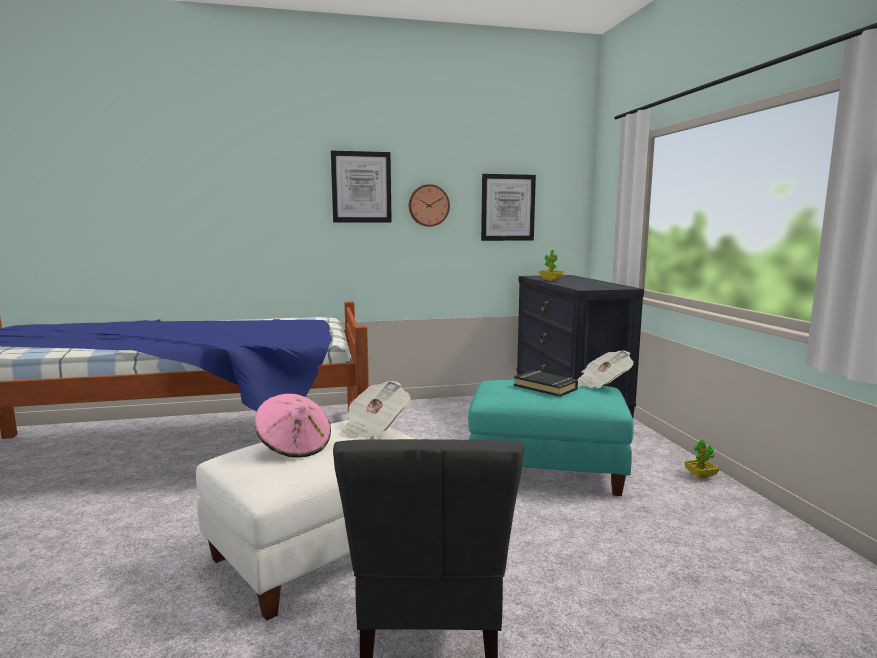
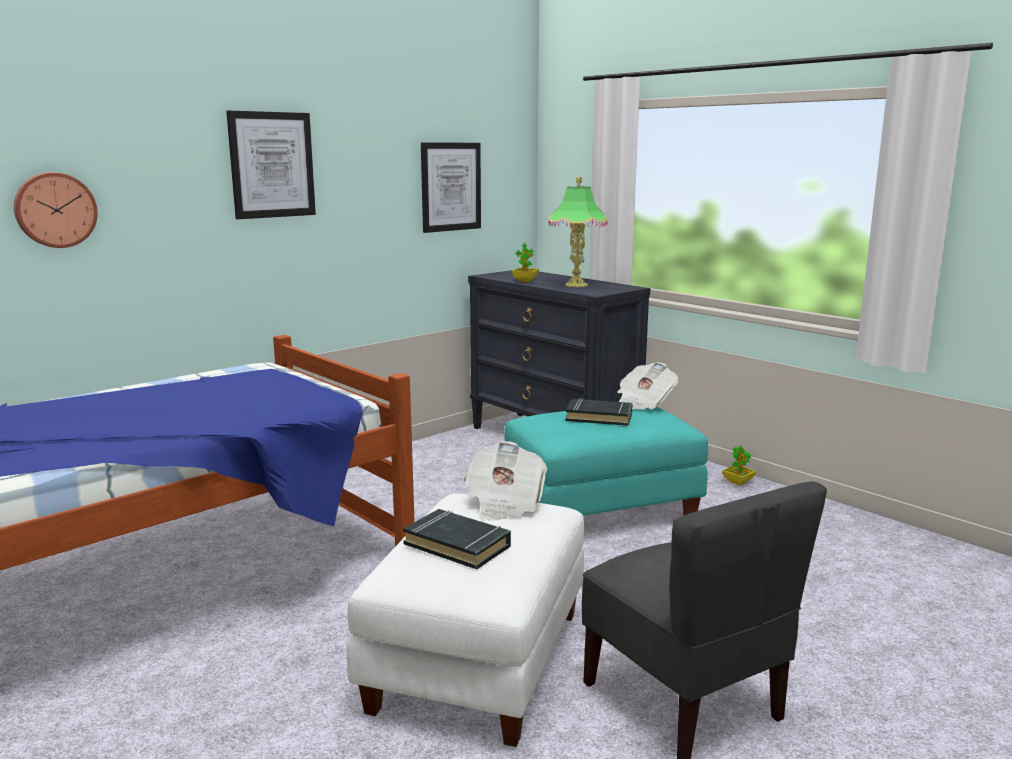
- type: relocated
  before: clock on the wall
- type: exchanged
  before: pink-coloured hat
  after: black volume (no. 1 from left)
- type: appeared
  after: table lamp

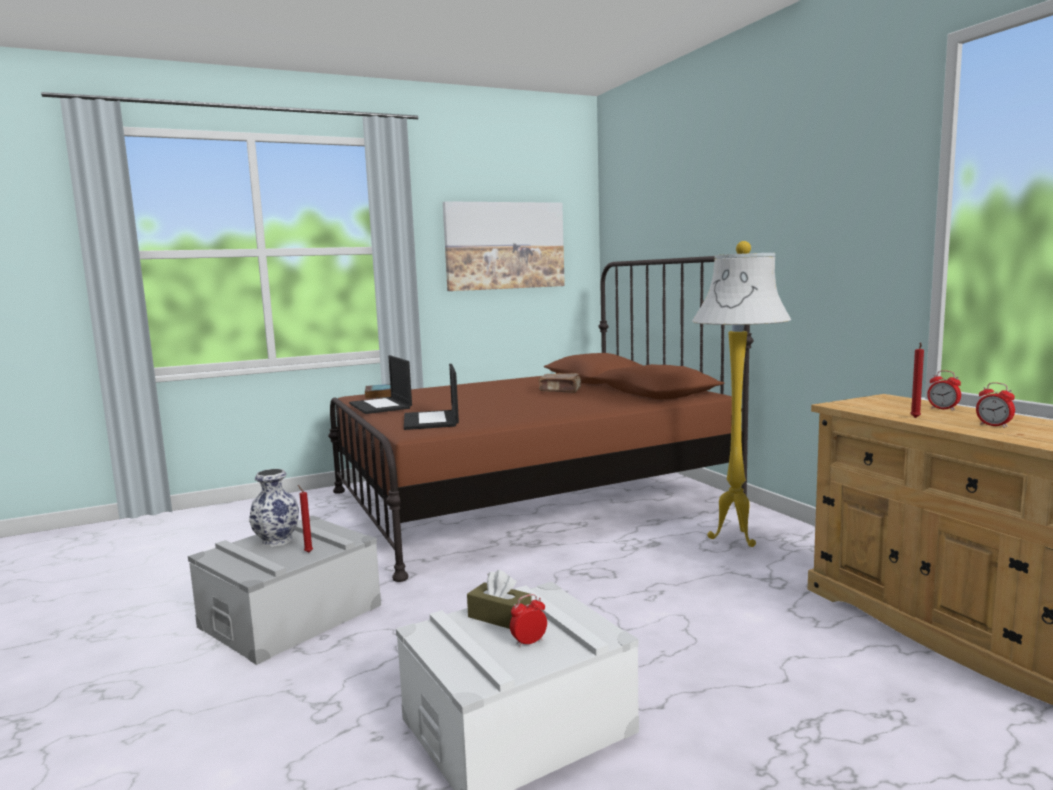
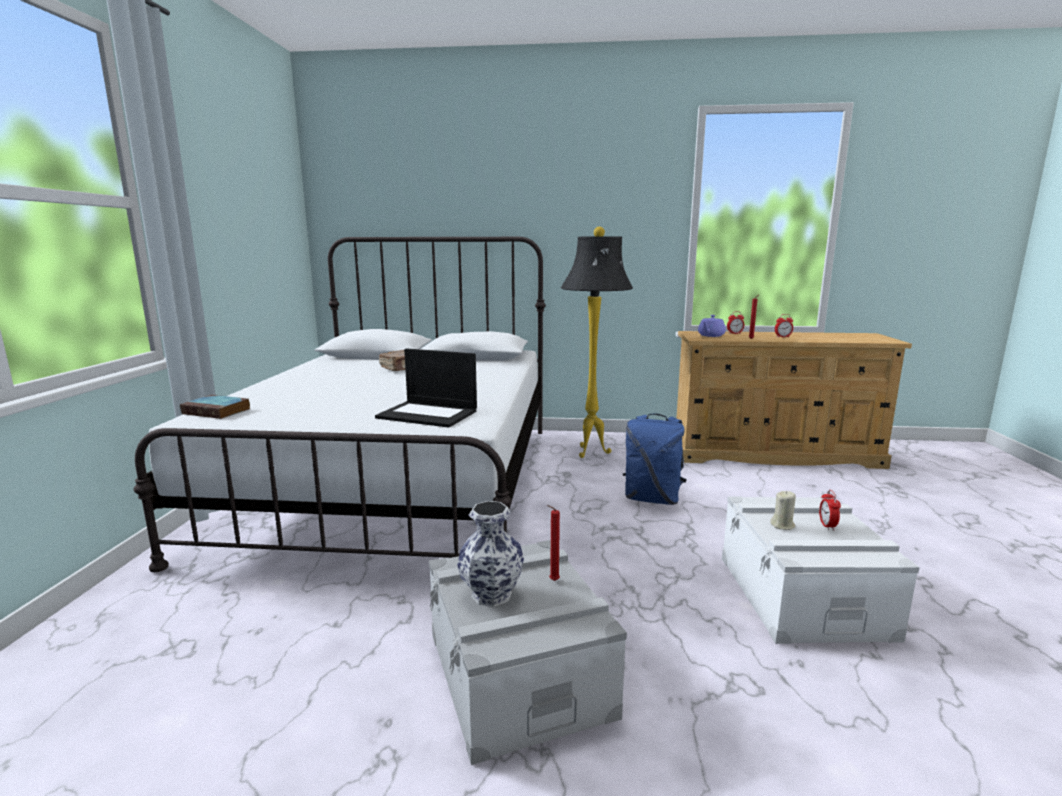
- type: missing
  before: wall art
- type: colour
  before: whitish standing lamp
  after: black standing lamp
- type: colour
  before: brown-coloured sleeping bed
  after: whitish sleeping bed
- type: missing
  before: portable computer (no. 1 from left)
- type: exchanged
  before: brown-coloured box of tissues
  after: sand-coloured wax light
- type: appeared
  after: purple pot for tea
- type: appeared
  after: blue-coloured backpack

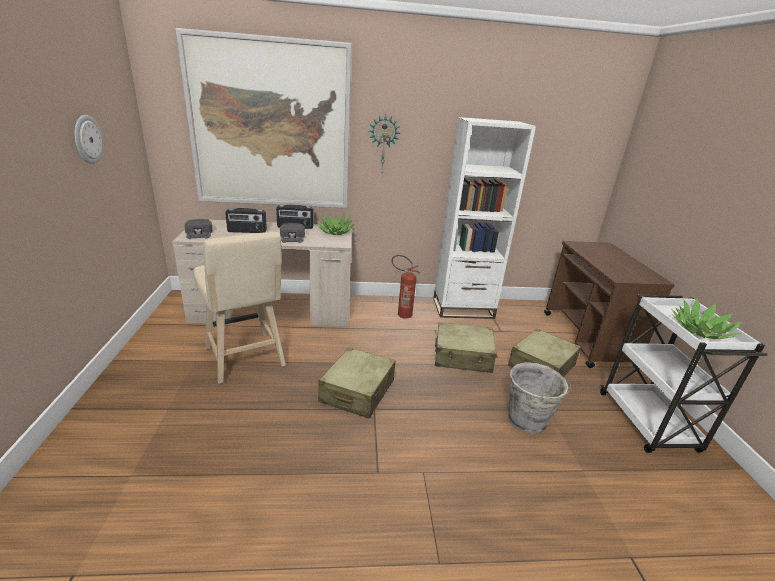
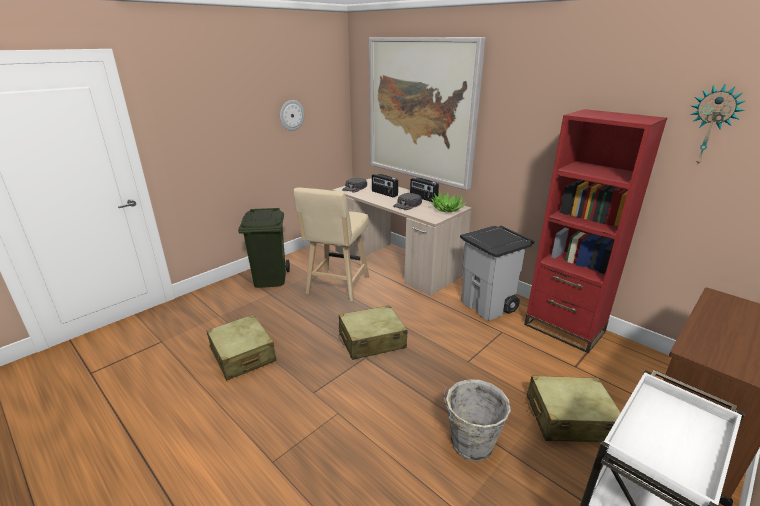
- type: relocated
  before: clock on the wall (no. 2 from left)
- type: colour
  before: whitish bookshelf
  after: reddish bookshelf
- type: exchanged
  before: extinguisher
  after: greyish trash can
- type: missing
  before: potted plant (no. 2 from left)
- type: relocated
  before: sand-coloured travel case (no. 2 from left in the first image)
  after: sand-coloured travel case (no. 1 from left)
- type: appeared
  after: green-coloured trash can

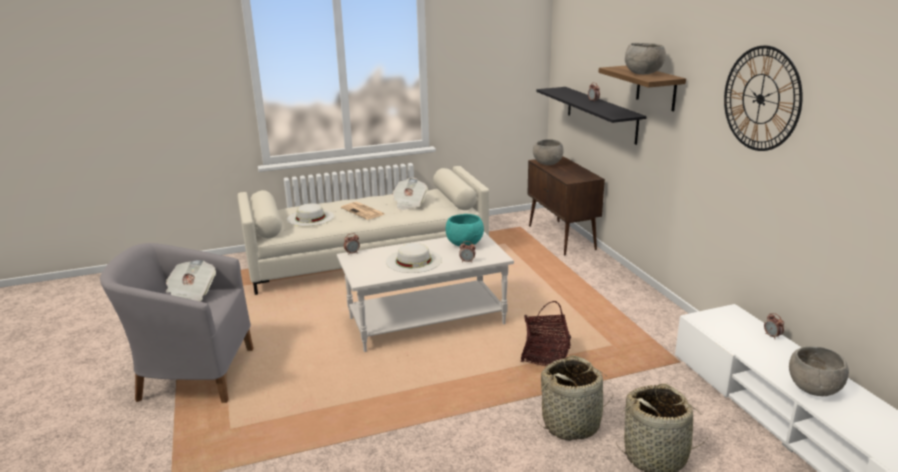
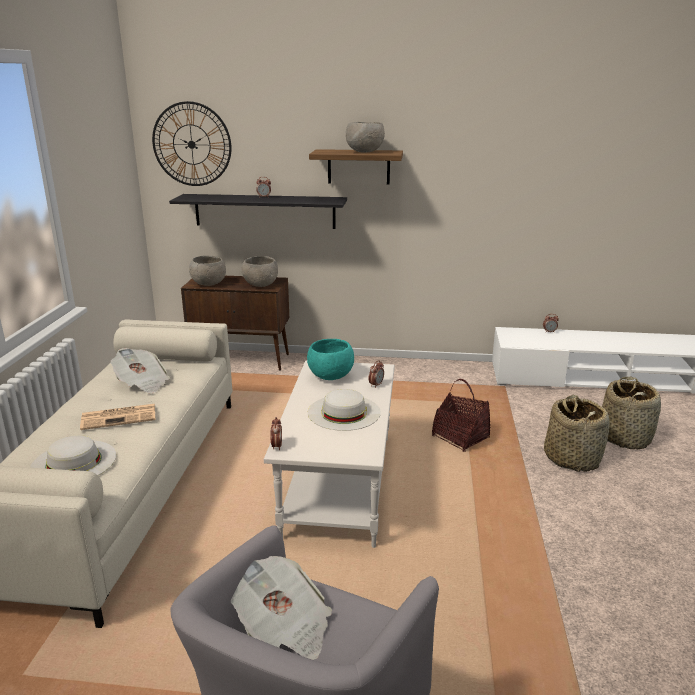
- type: relocated
  before: clock on the wall
- type: relocated
  before: greyish deep dish (no. 3 from left in the first image)
  after: greyish deep dish (no. 2 from left)

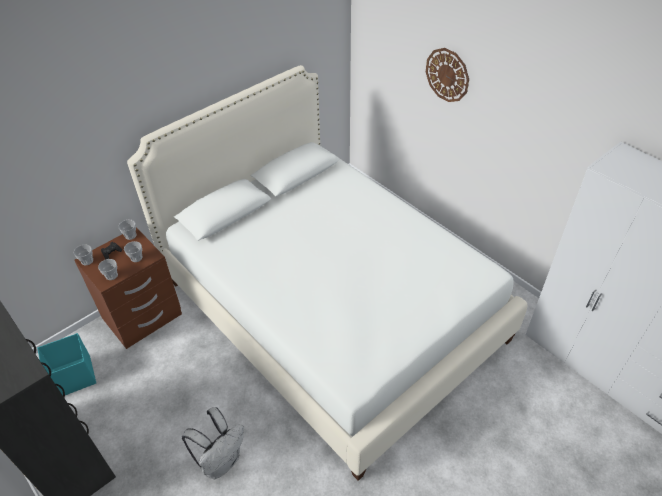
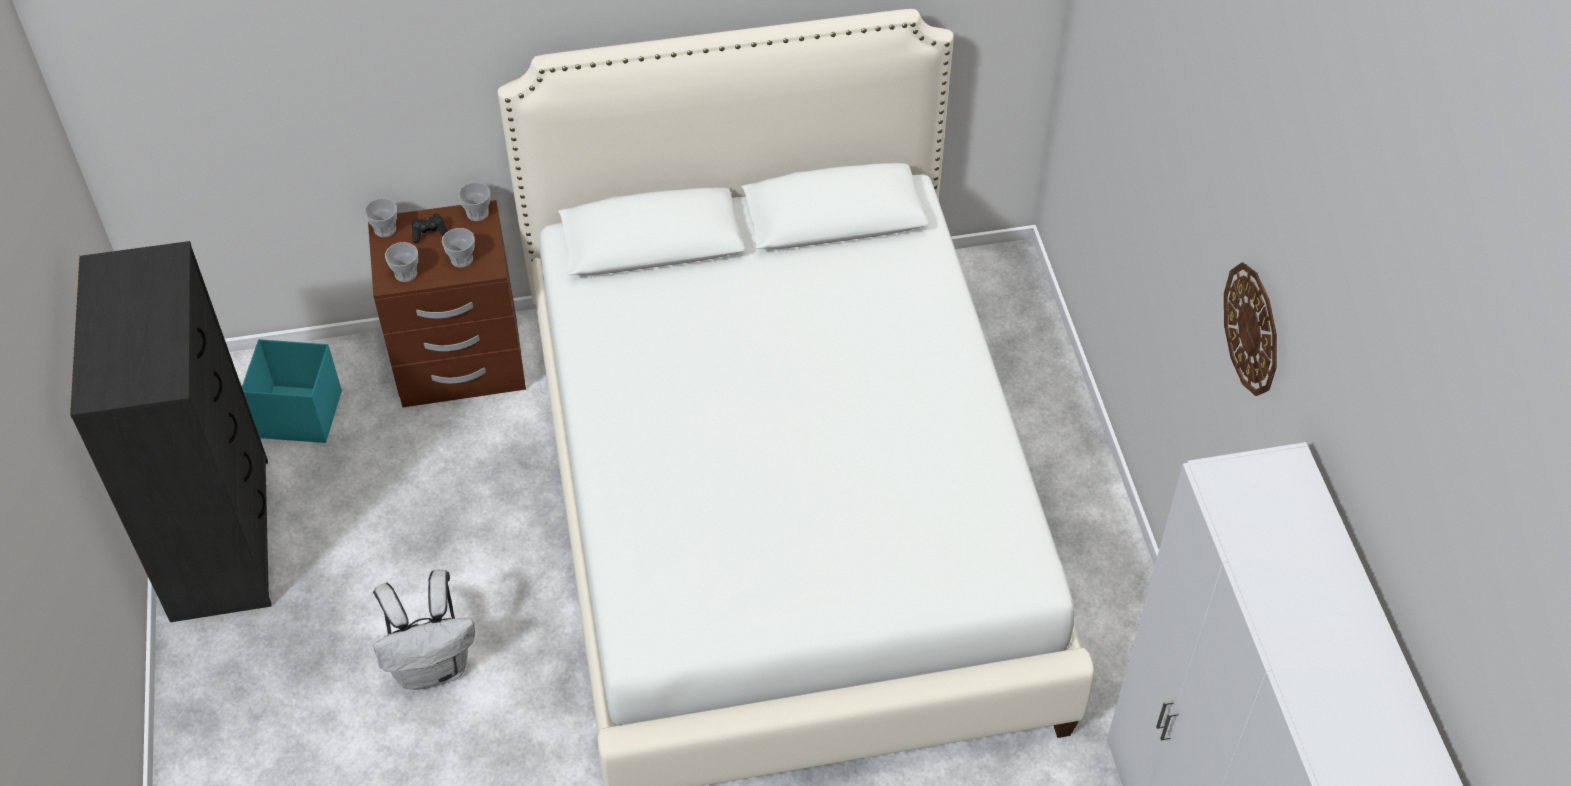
- type: relocated
  before: clock on the wall

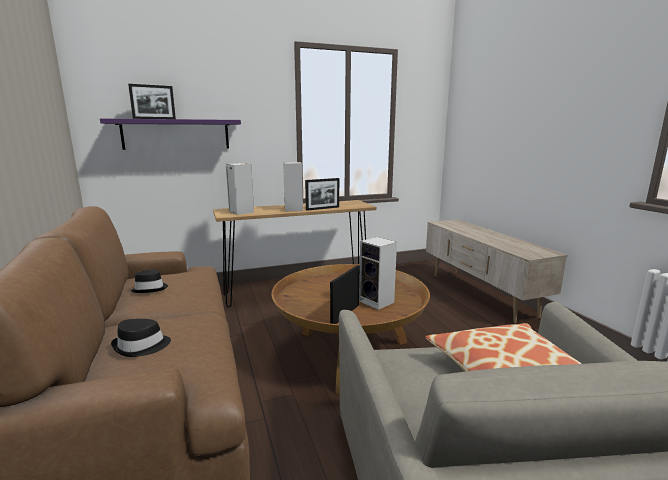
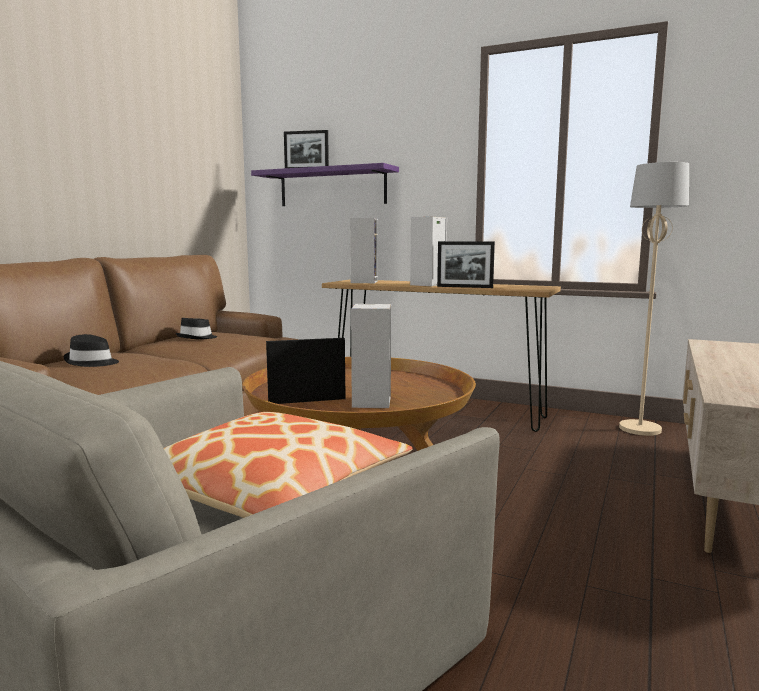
- type: appeared
  after: sand-coloured standing lamp

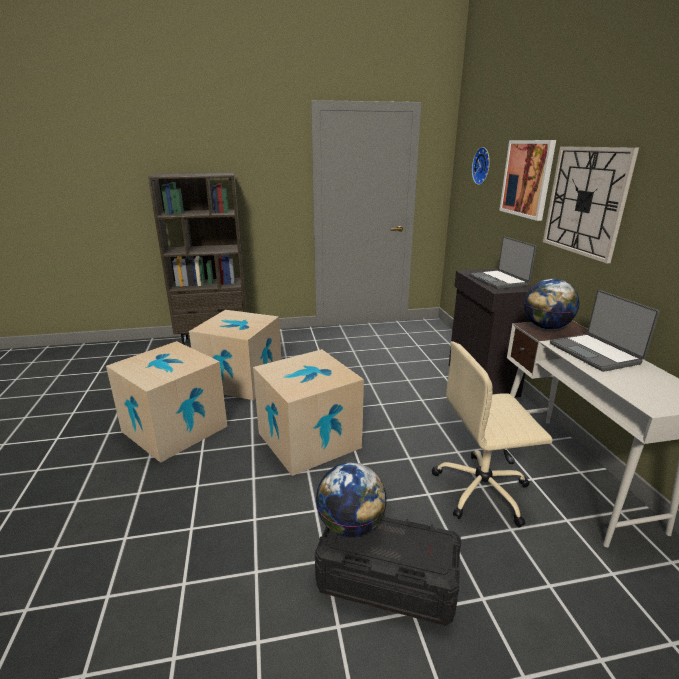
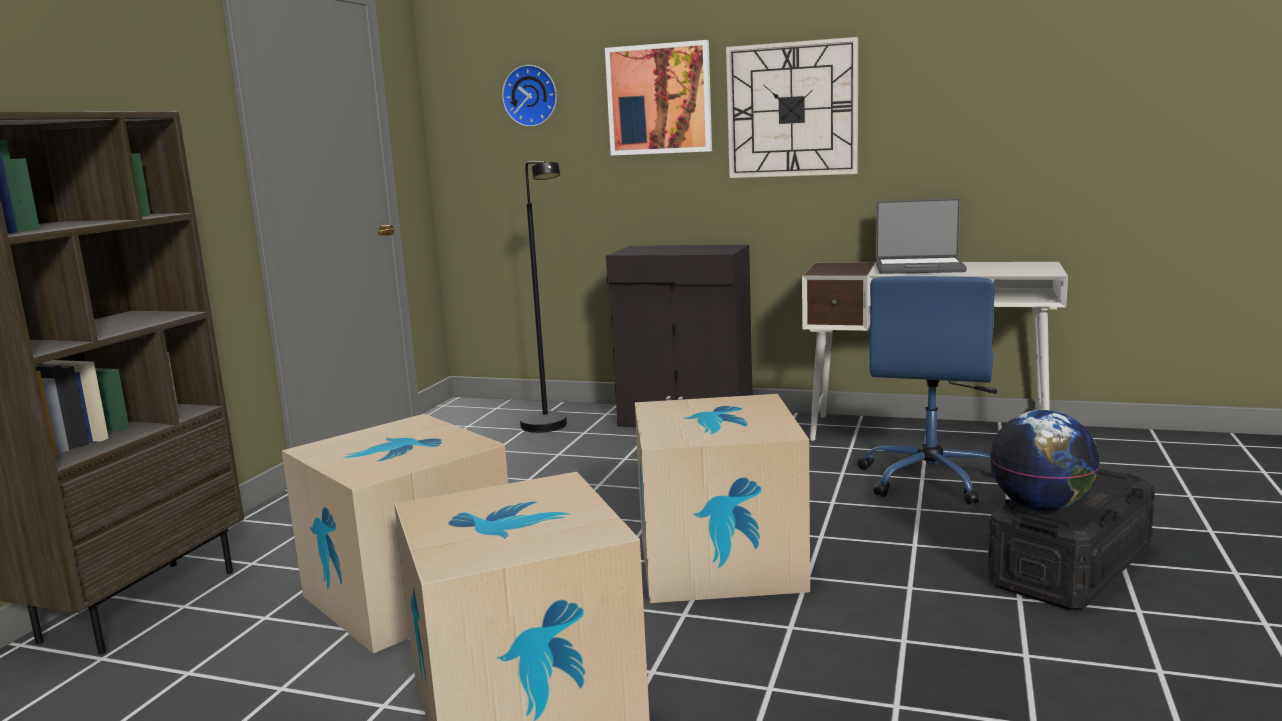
- type: missing
  before: portable computer (no. 1 from left)
- type: missing
  before: globe (no. 2 from left)
- type: colour
  before: sand-coloured desk chair
  after: blue-coloured desk chair
- type: appeared
  after: black standing lamp

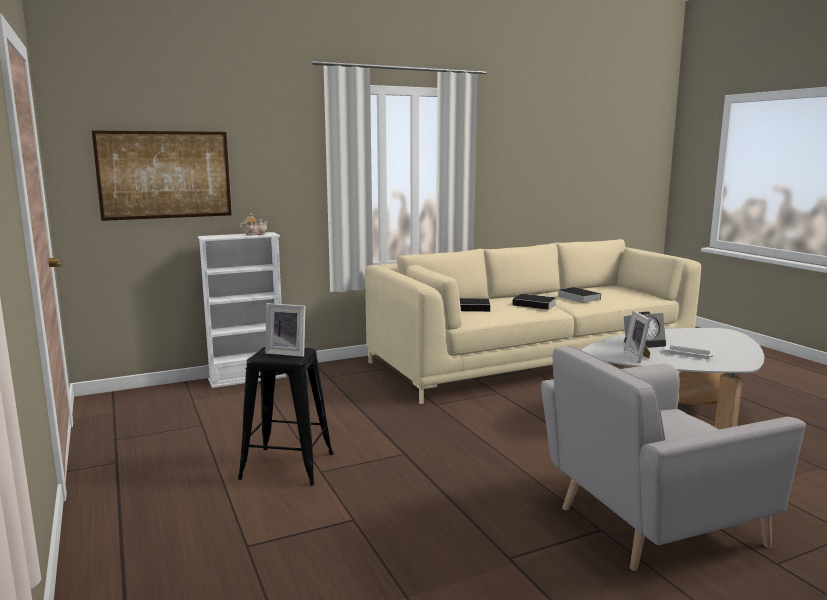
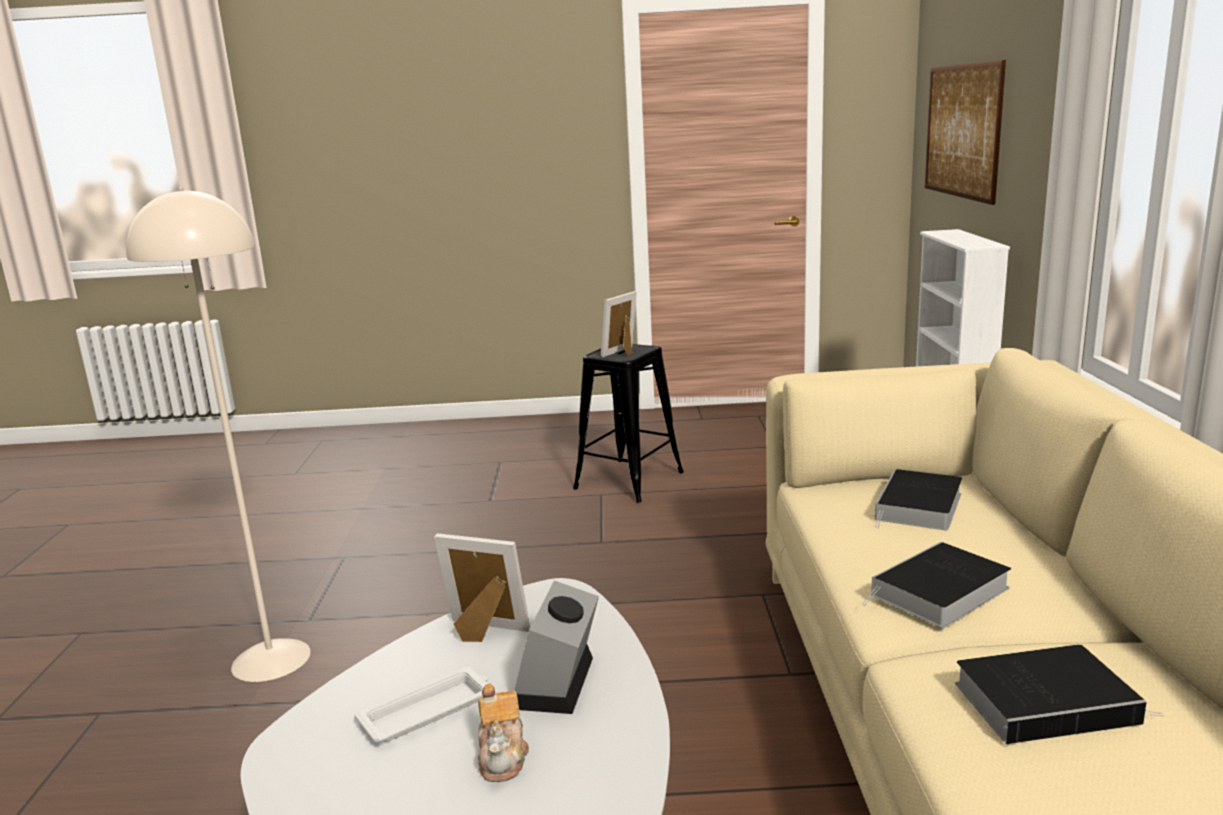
- type: relocated
  before: pot for tea
- type: exchanged
  before: greyish lounge chair
  after: sand-coloured standing lamp

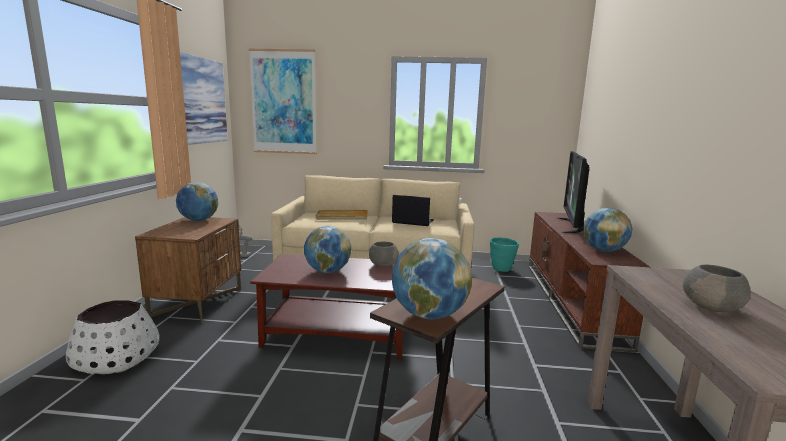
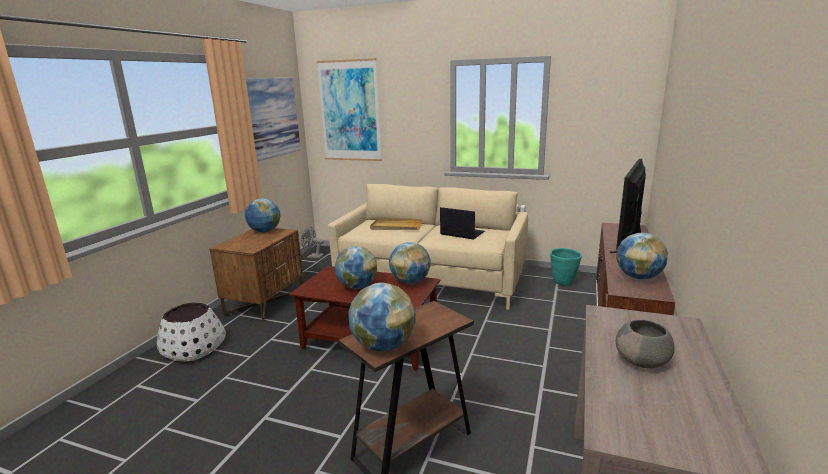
- type: exchanged
  before: greyish deep dish (no. 1 from left)
  after: globe (no. 4 from left)

